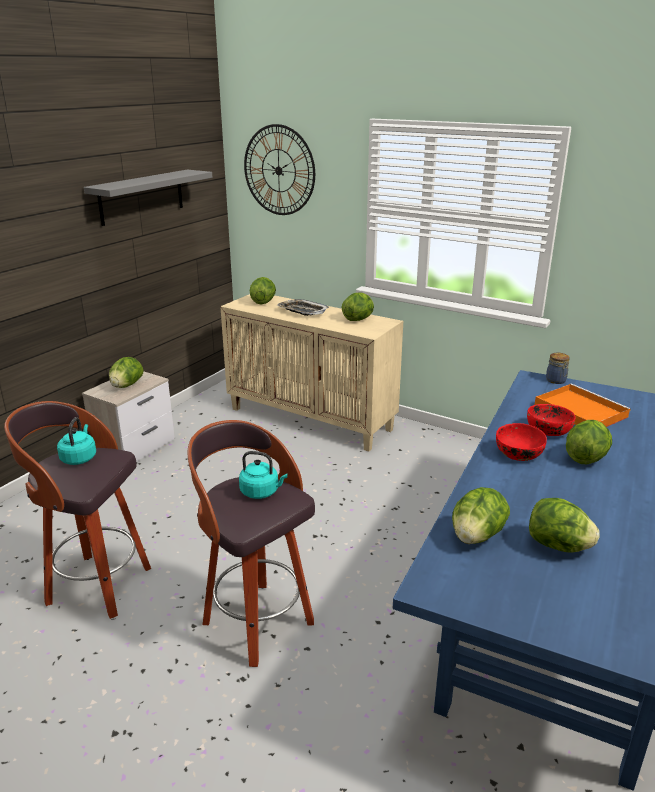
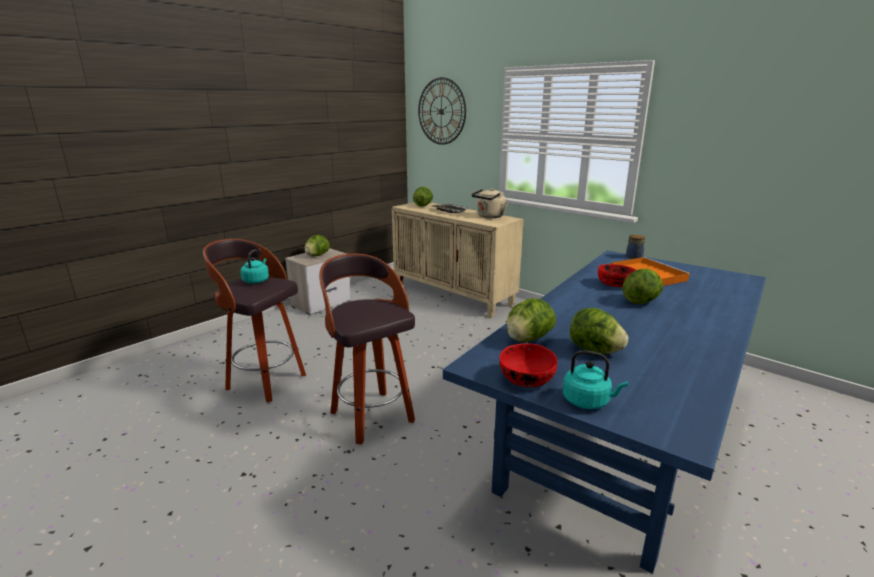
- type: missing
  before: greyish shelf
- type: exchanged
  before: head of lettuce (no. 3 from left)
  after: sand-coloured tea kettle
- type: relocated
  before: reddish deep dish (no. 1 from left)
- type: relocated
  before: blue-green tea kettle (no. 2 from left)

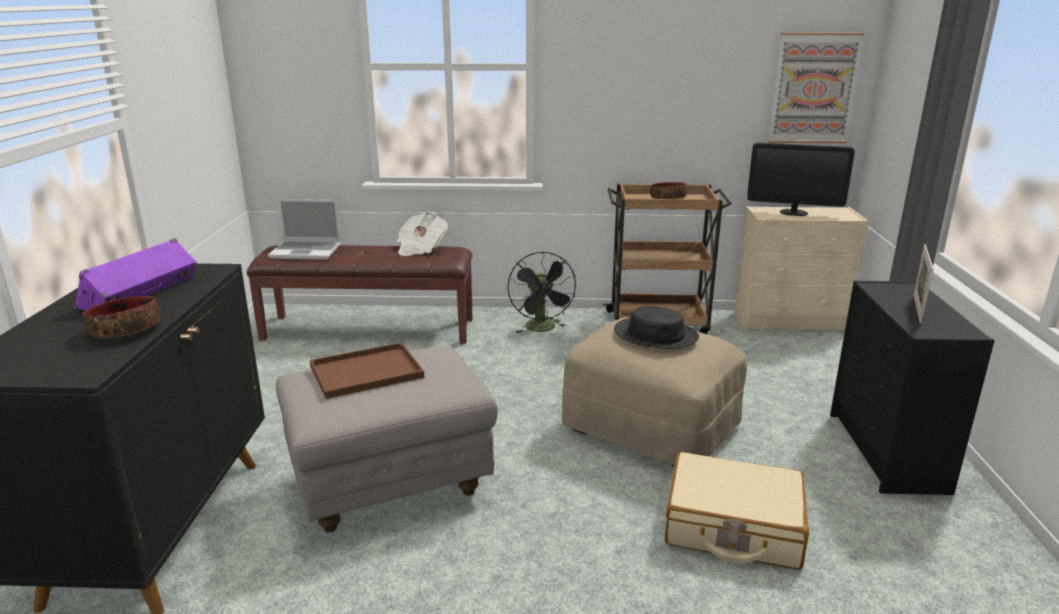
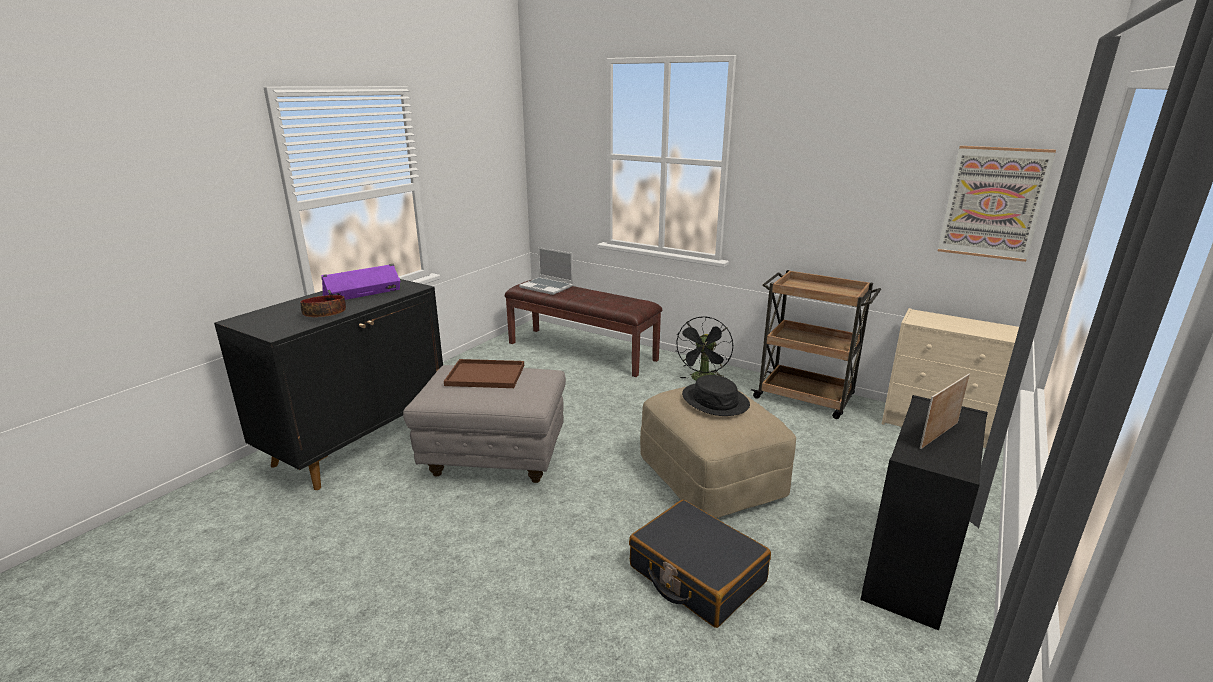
- type: missing
  before: monitor
- type: missing
  before: deep dish (no. 2 from left)
- type: missing
  before: daily paper
- type: colour
  before: sand-coloured travel case
  after: black travel case

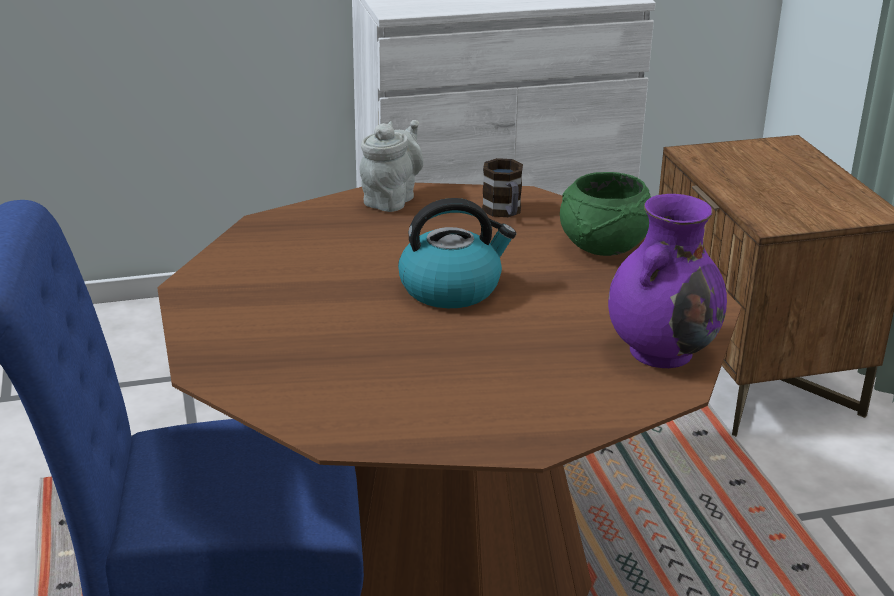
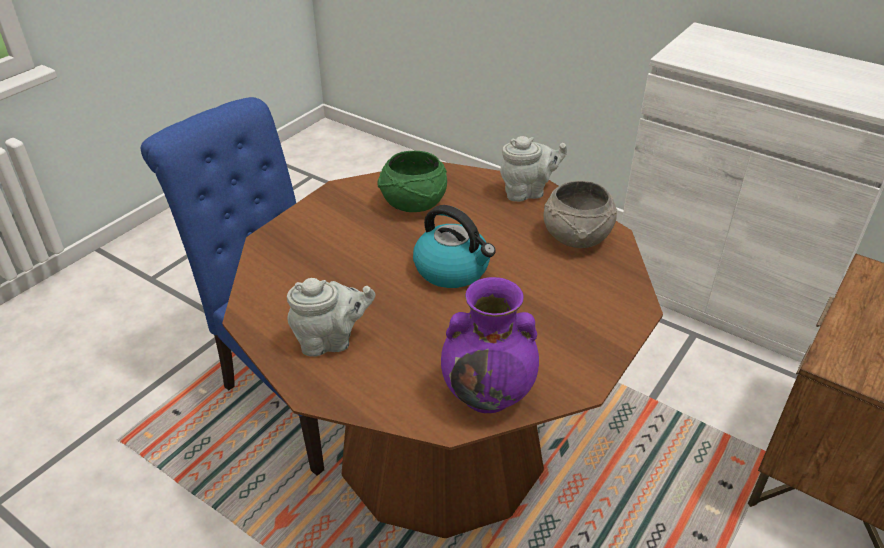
- type: exchanged
  before: mug
  after: greyish deep dish
- type: relocated
  before: green-coloured deep dish
- type: appeared
  after: greyish pot for tea (no. 1 from left)

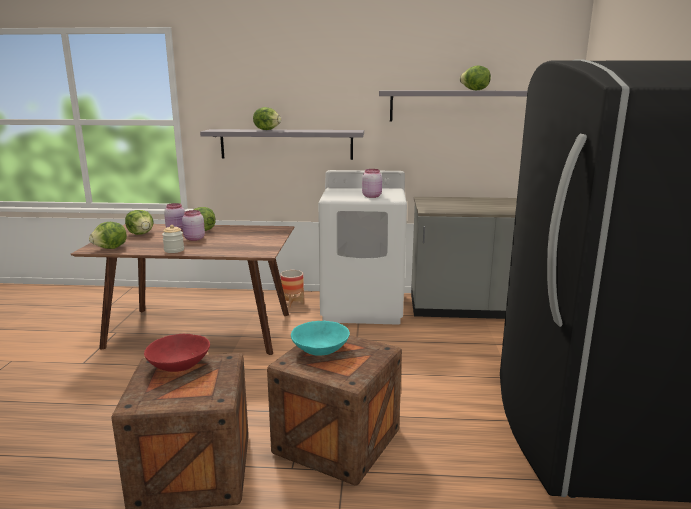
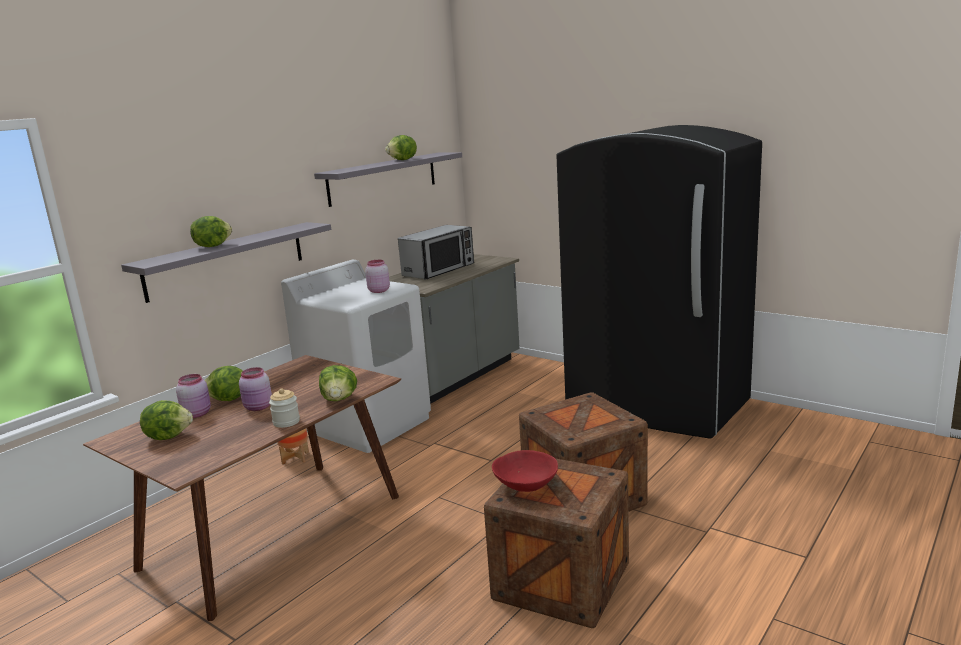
- type: relocated
  before: head of lettuce (no. 1 from left in the first image)
  after: head of lettuce (no. 4 from left)
- type: missing
  before: blue-green deep dish
- type: appeared
  after: kitchen microwave

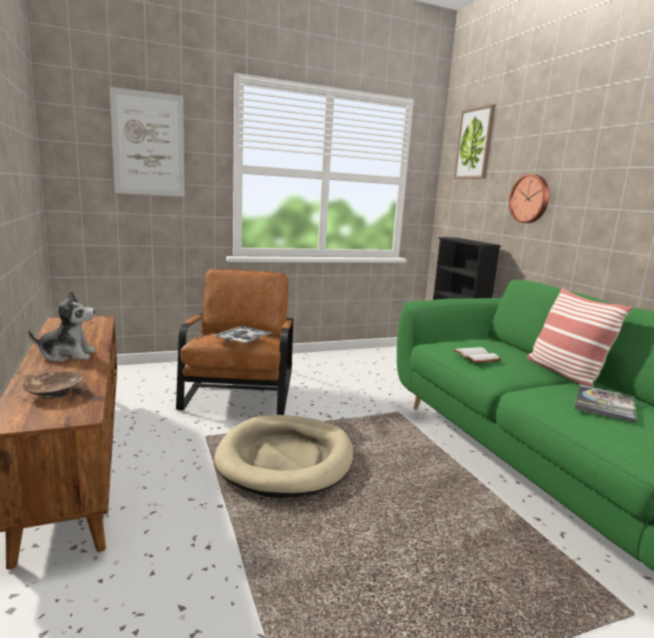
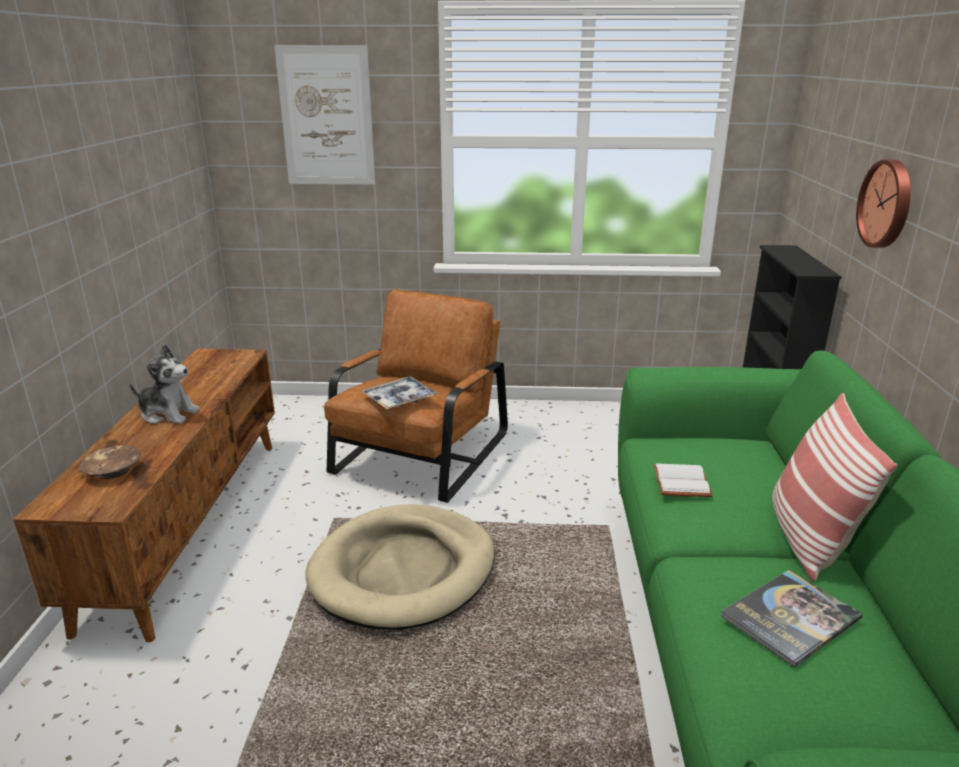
- type: missing
  before: wall art (no. 2 from left)

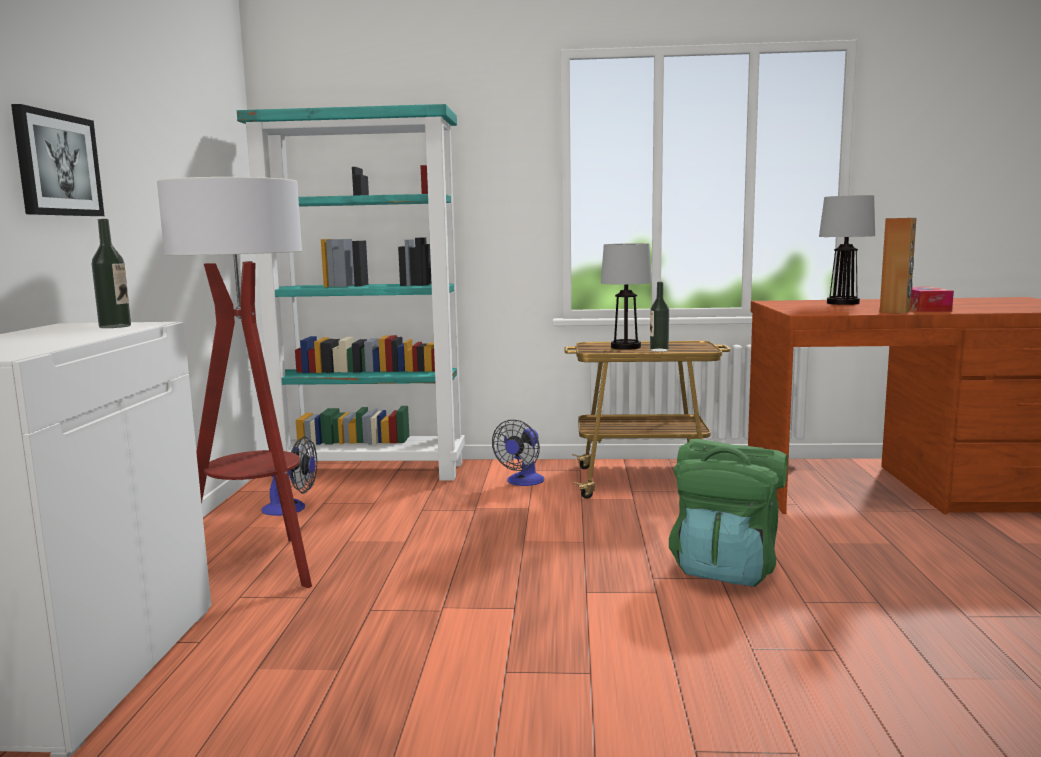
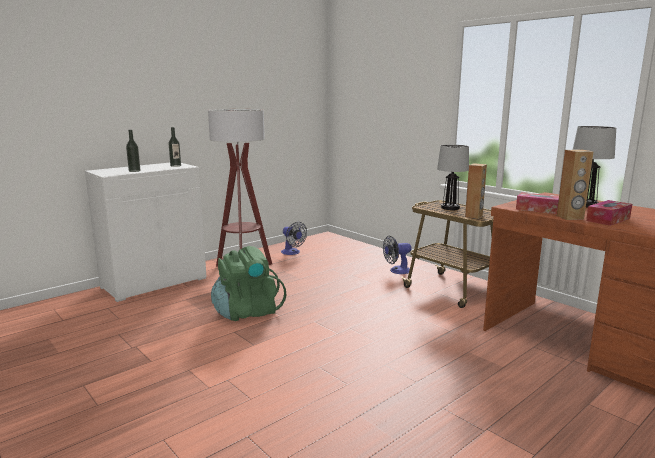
- type: missing
  before: wall art
- type: missing
  before: blue-green bookshelf
- type: relocated
  before: bottle (no. 2 from left in the first image)
  after: bottle (no. 1 from left)
- type: relocated
  before: green-coloured backpack
- type: appeared
  after: brown-coloured audio speaker (no. 1 from left)
- type: appeared
  after: box of tissues (no. 1 from left)

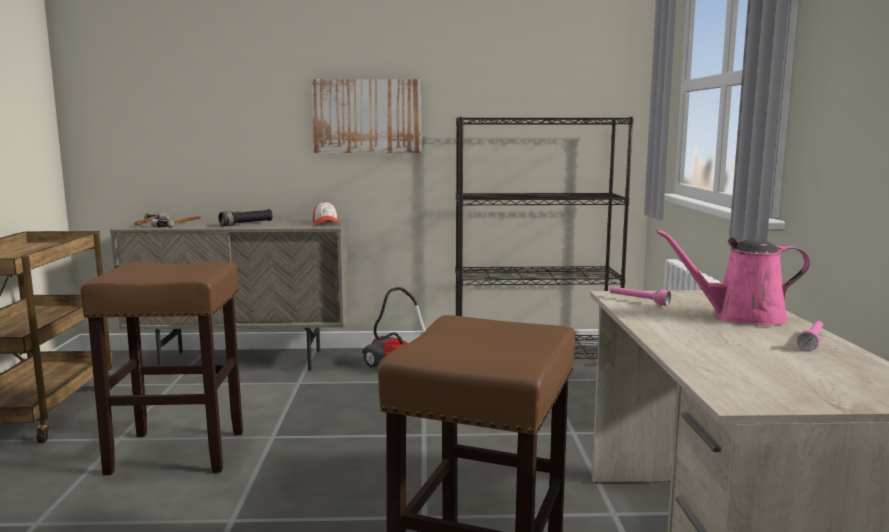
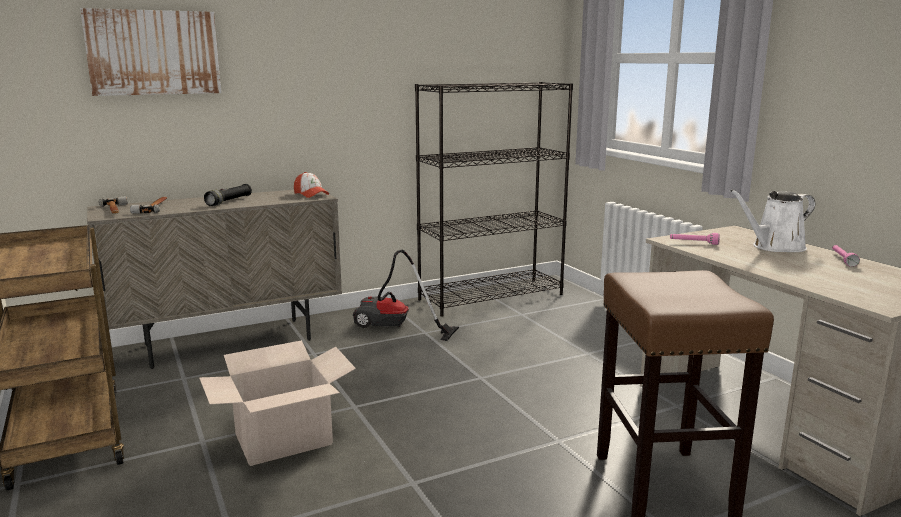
- type: relocated
  before: wall art
- type: colour
  before: pink-coloured sprinkling can
  after: whitish sprinkling can
- type: exchanged
  before: brown-coloured stool (no. 1 from left)
  after: cardboard box

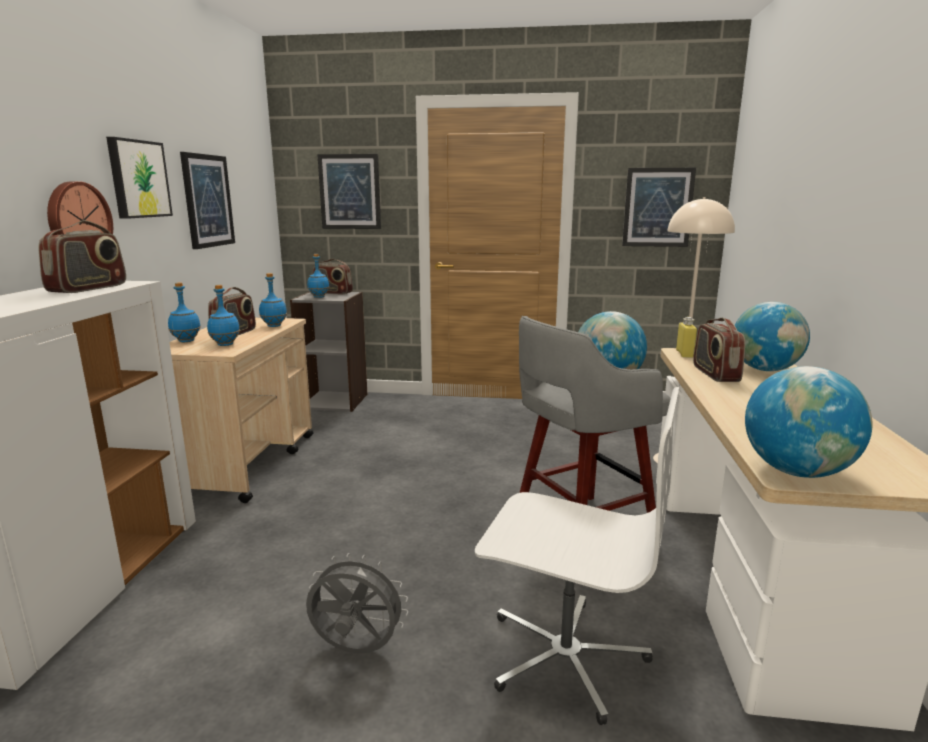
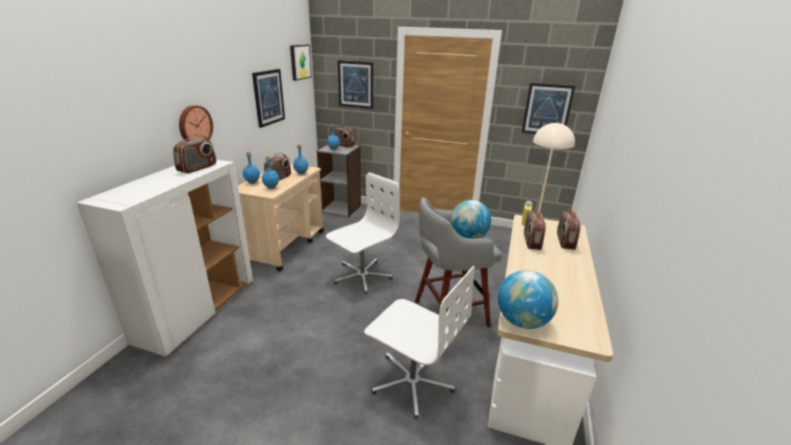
- type: relocated
  before: wall art (no. 1 from left in the first image)
  after: wall art (no. 2 from left)
- type: exchanged
  before: globe (no. 2 from left)
  after: radio (no. 5 from left)
- type: missing
  before: greyish electric fan
- type: appeared
  after: whitish desk chair (no. 1 from left)

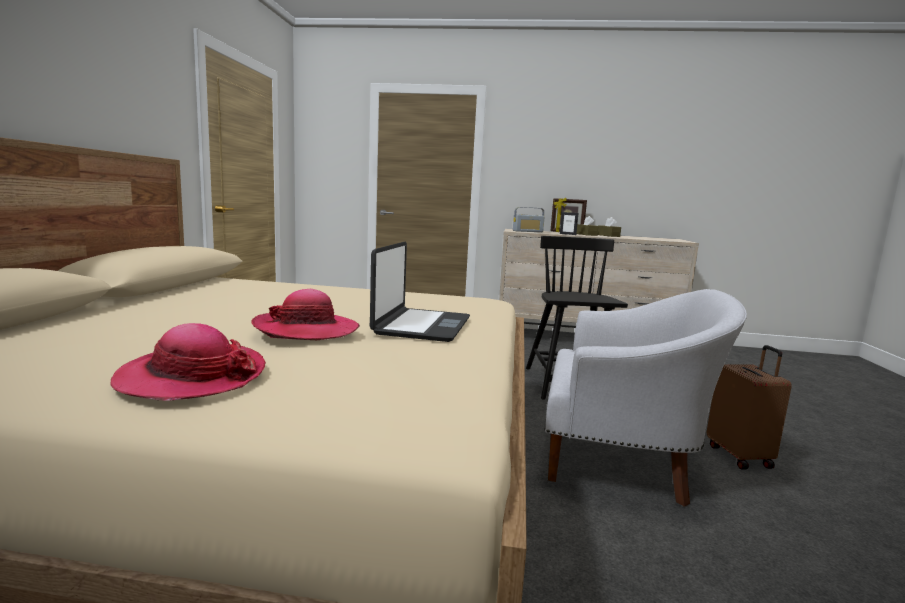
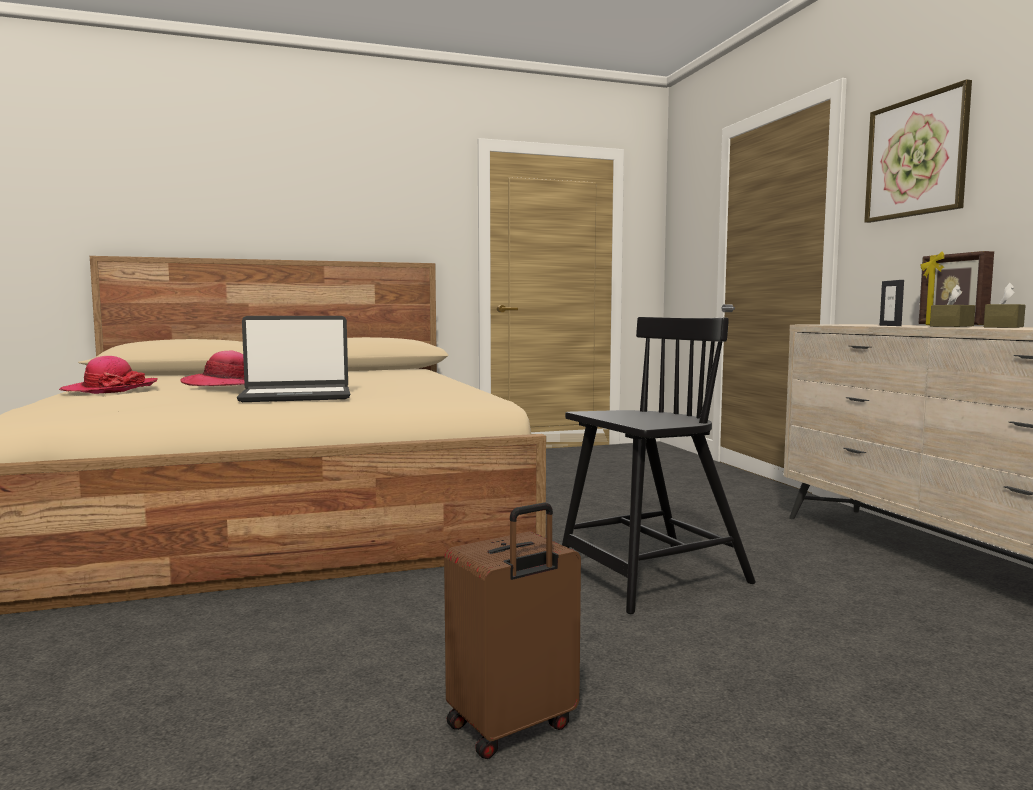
- type: missing
  before: radio
- type: missing
  before: whitish lounge chair
- type: appeared
  after: wall art

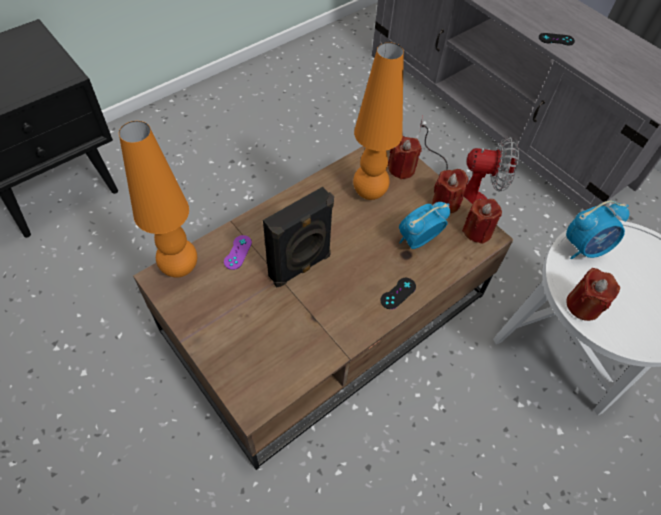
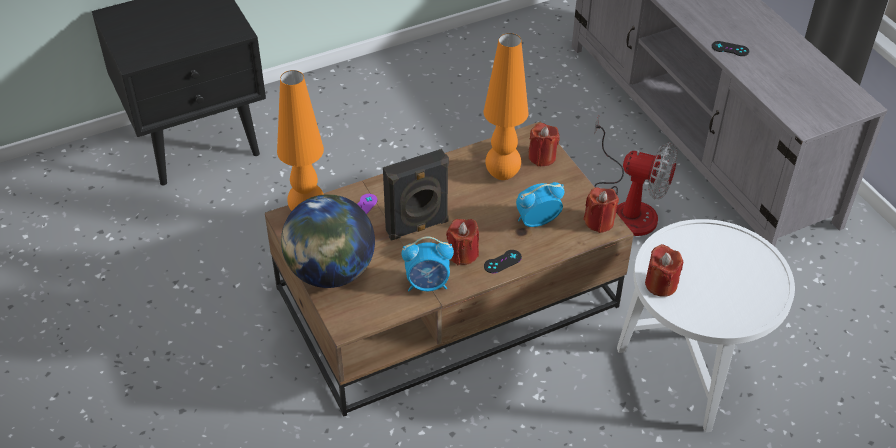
- type: relocated
  before: reddish wax light (no. 2 from left in the first image)
  after: reddish wax light (no. 1 from left)
- type: relocated
  before: alarm clock (no. 2 from left in the first image)
  after: alarm clock (no. 1 from left)
- type: appeared
  after: globe

